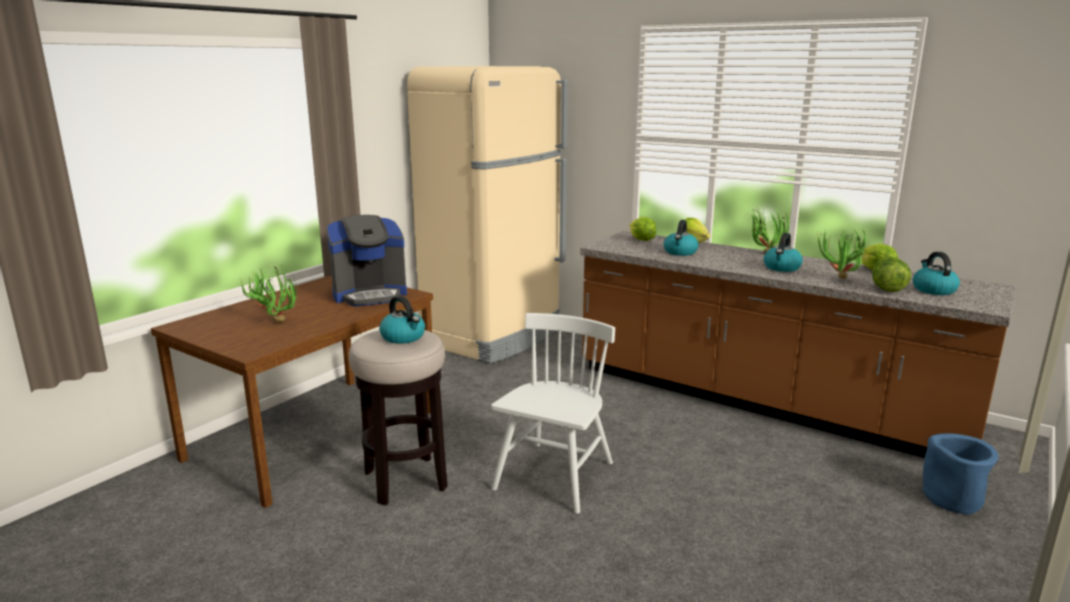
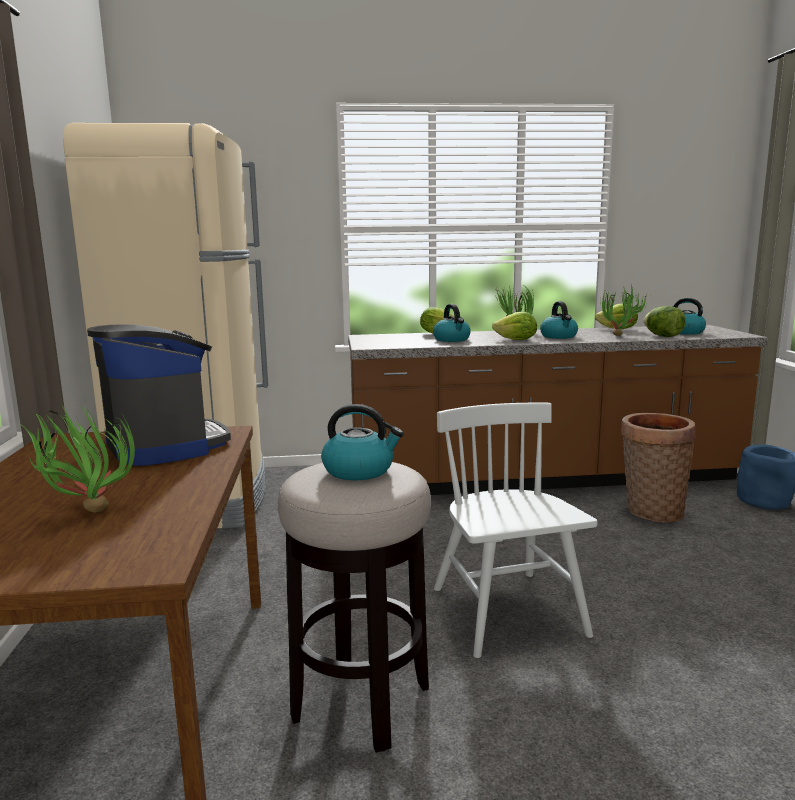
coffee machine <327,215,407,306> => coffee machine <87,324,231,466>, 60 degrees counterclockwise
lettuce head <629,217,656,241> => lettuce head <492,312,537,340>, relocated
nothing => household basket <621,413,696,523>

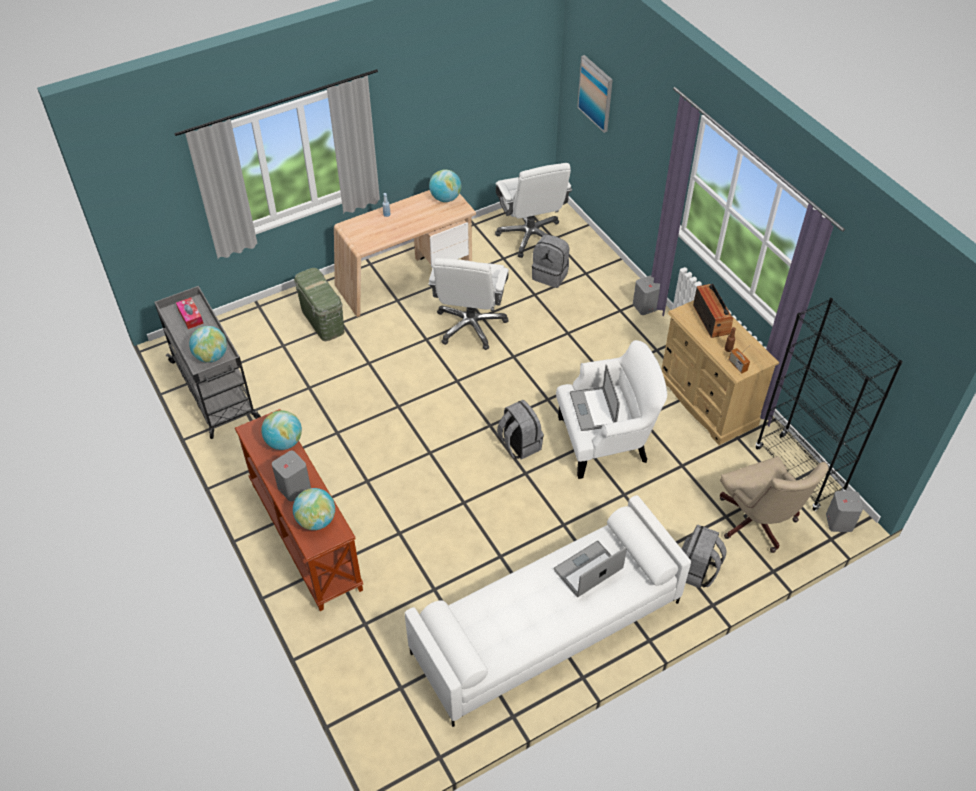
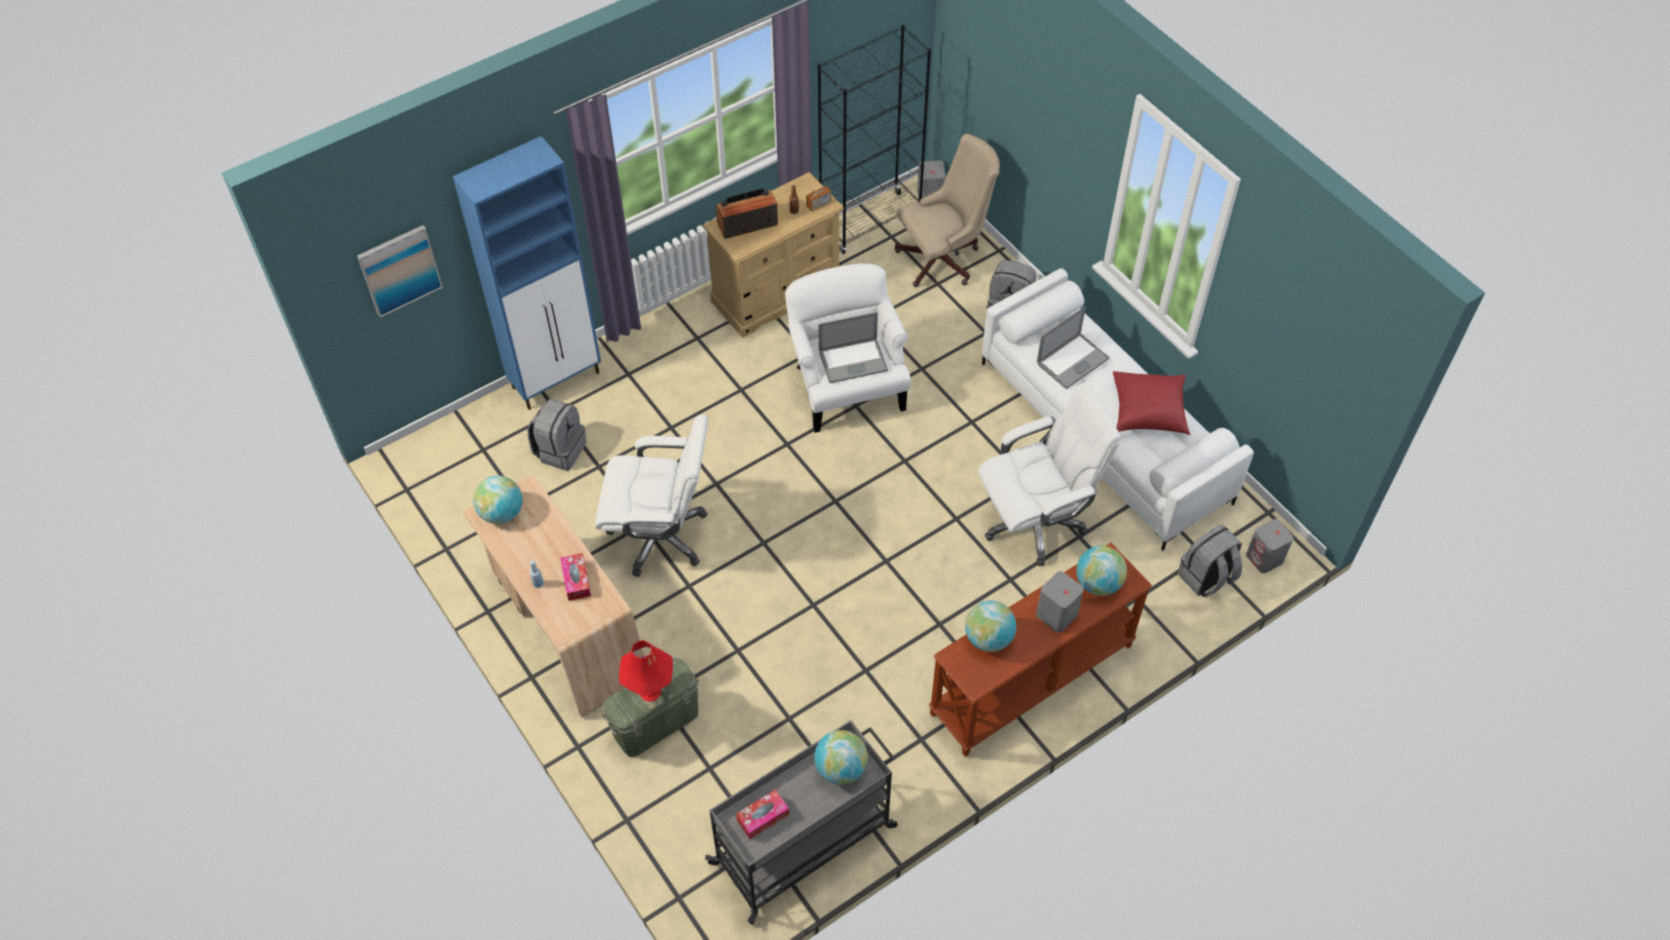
white-coloured computer chair <495,163,572,258> => white-coloured computer chair <978,383,1121,566>, relocated
gray backpack <497,400,544,459> => gray backpack <1178,525,1242,598>, relocated
notebook computer <553,540,627,597> => notebook computer <1037,306,1109,389>, 90 degrees counterclockwise
gray loudspeaker <633,275,660,315> => gray loudspeaker <1246,519,1294,573>, relocated
nothing => bluish cupboard <453,136,601,410>
nothing => tissue box <560,553,591,601>
nothing => red-coloured table lamp <619,640,673,702>
nothing => red-coloured cushion <1113,371,1190,435>

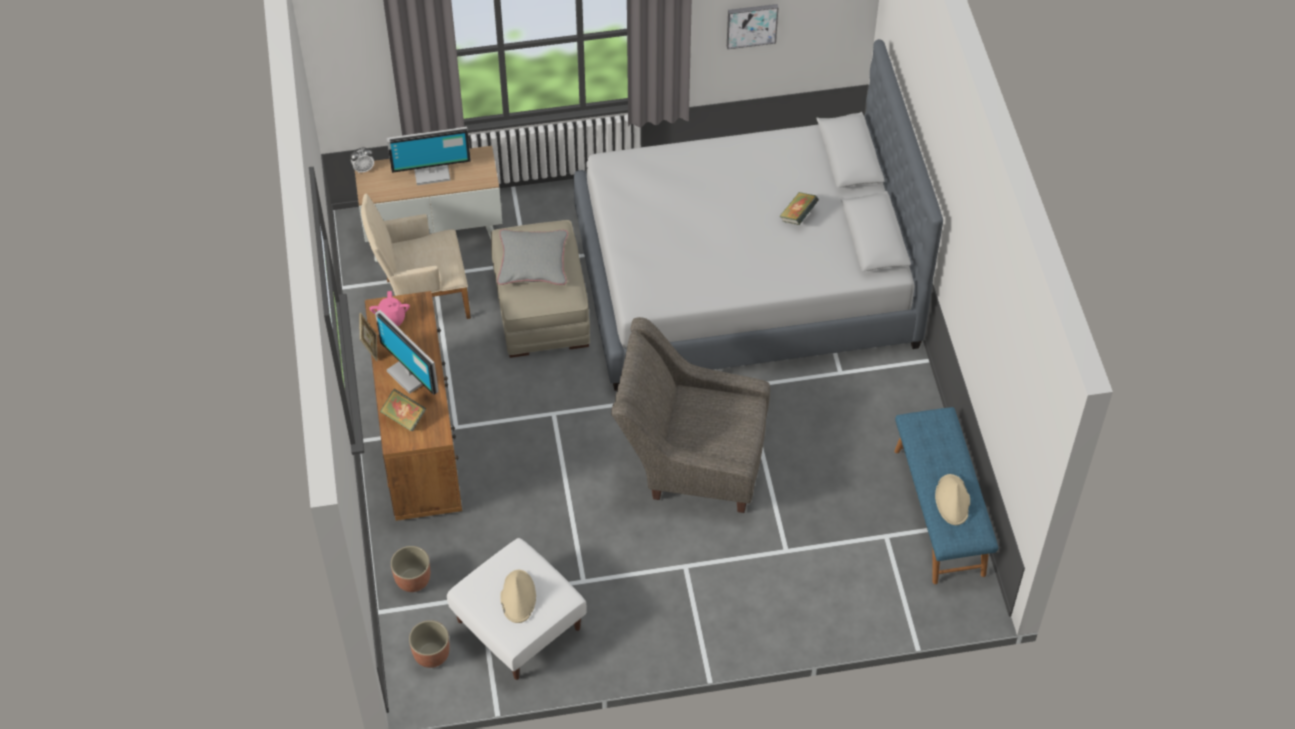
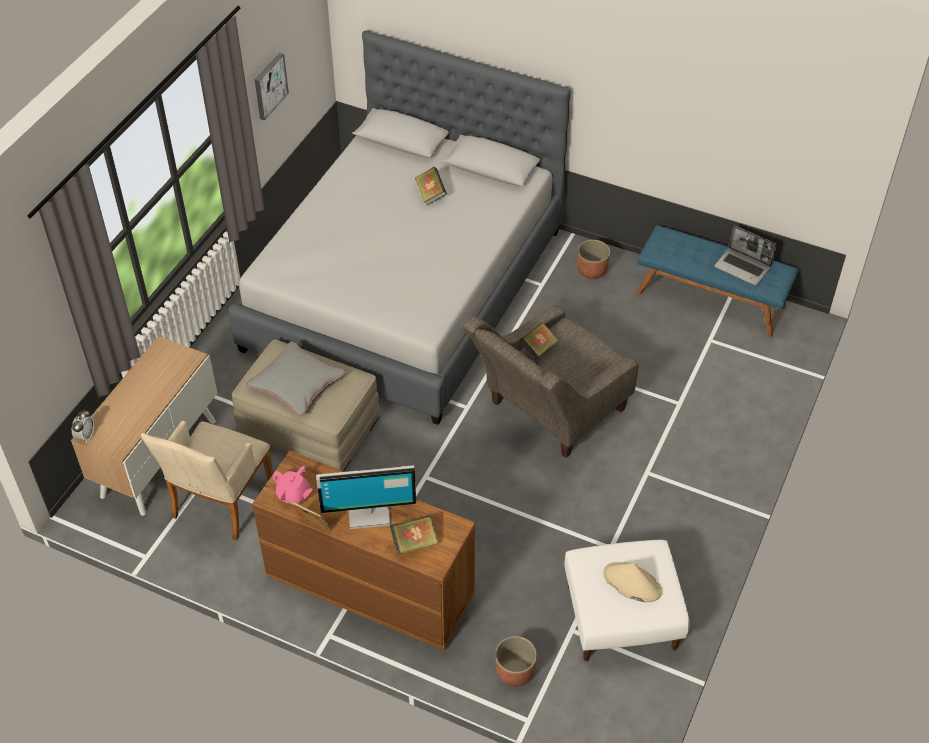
monitor <387,127,471,185> => nothing
planter <409,620,450,668> => planter <577,240,610,279>, relocated
beige wearable hat <935,474,970,525> => notebook computer <714,225,777,286>
nothing => book <519,322,559,360>

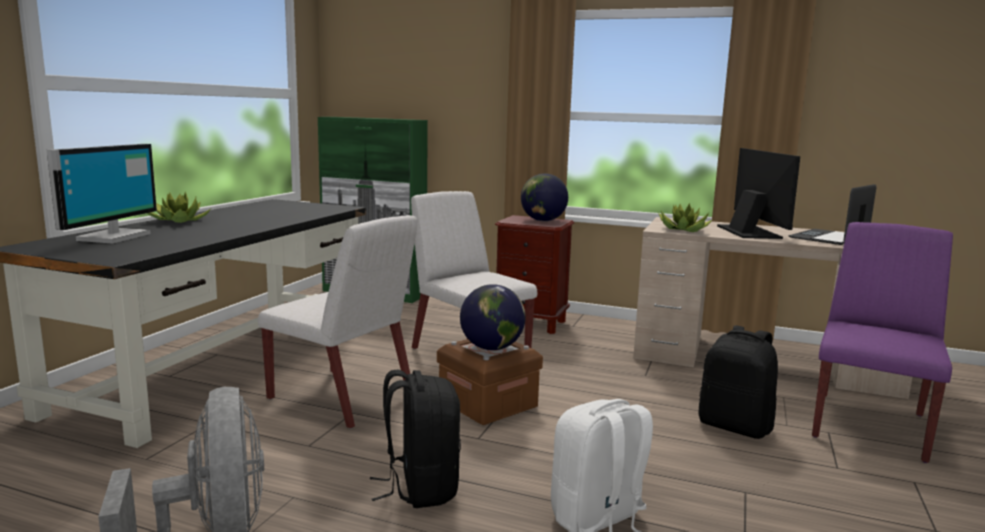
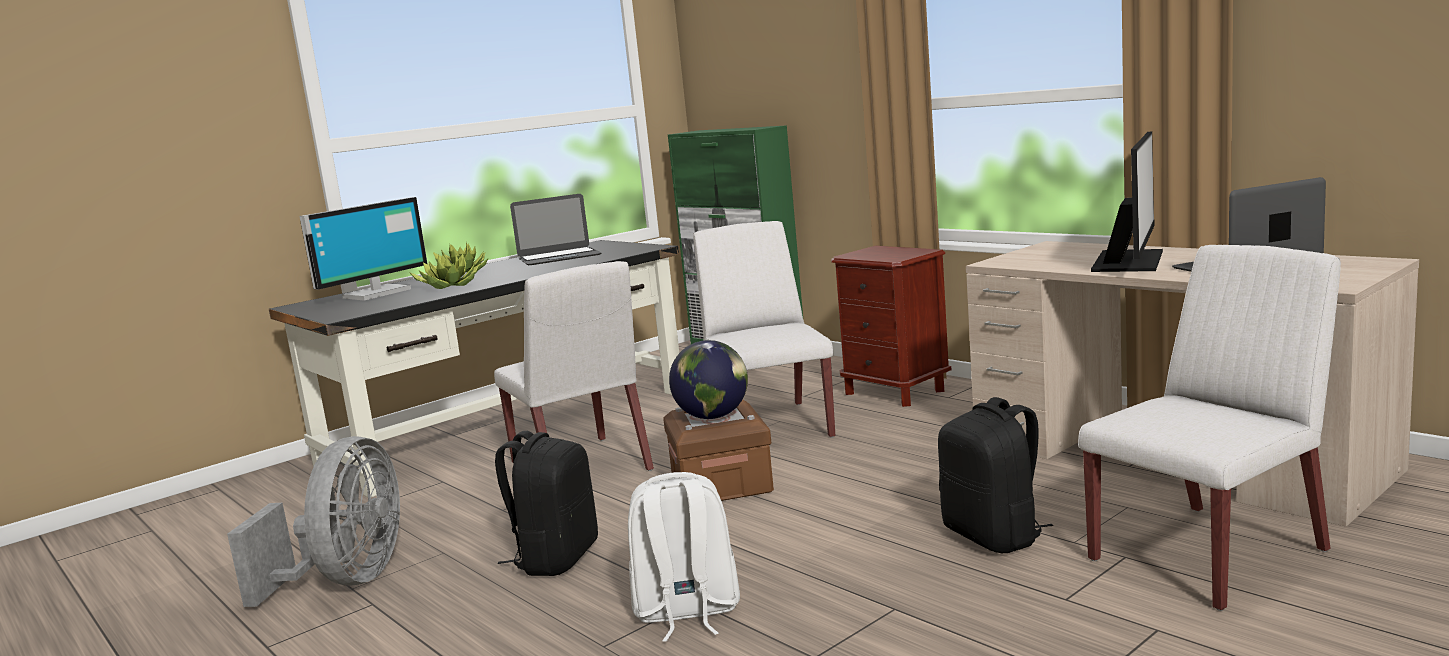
desk globe <521,174,568,221> => nothing
plant in a pot <658,203,712,232> => plant in a pot <409,252,479,289>, relocated
purplish plain chair <812,222,953,463> => white-coloured plain chair <1078,245,1341,611>
nothing => notebook computer <510,194,602,265>

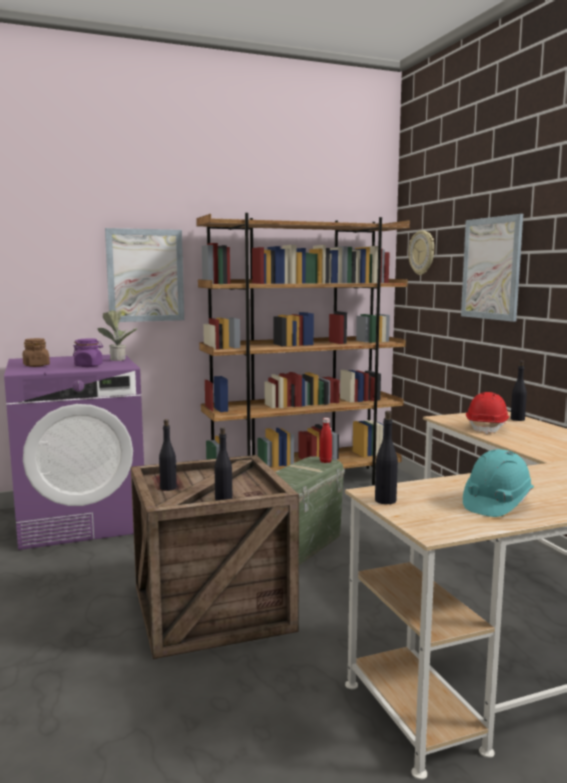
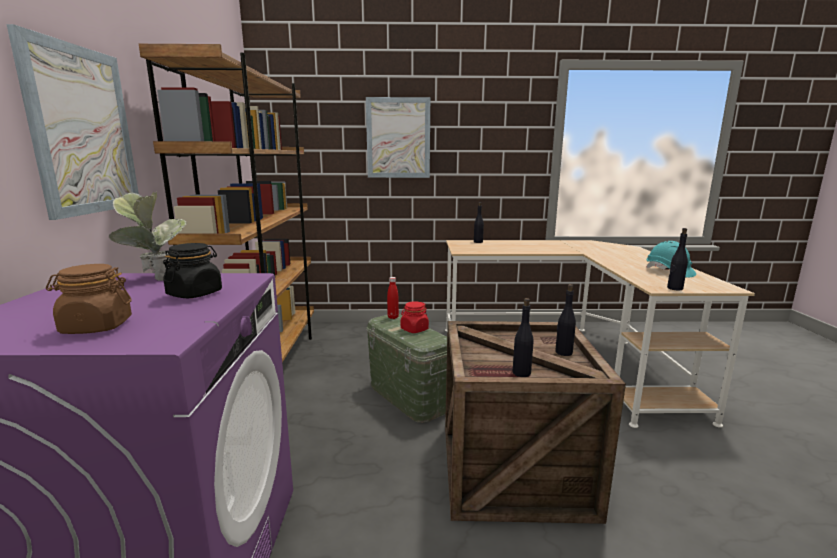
purplish preserve jar <73,338,103,367> => blackish preserve jar <163,243,222,298>
hanging clock <408,230,434,275> => nothing
red-coloured work helmet <466,392,509,434> => nothing
nothing => red-coloured preserve jar <401,301,429,333>

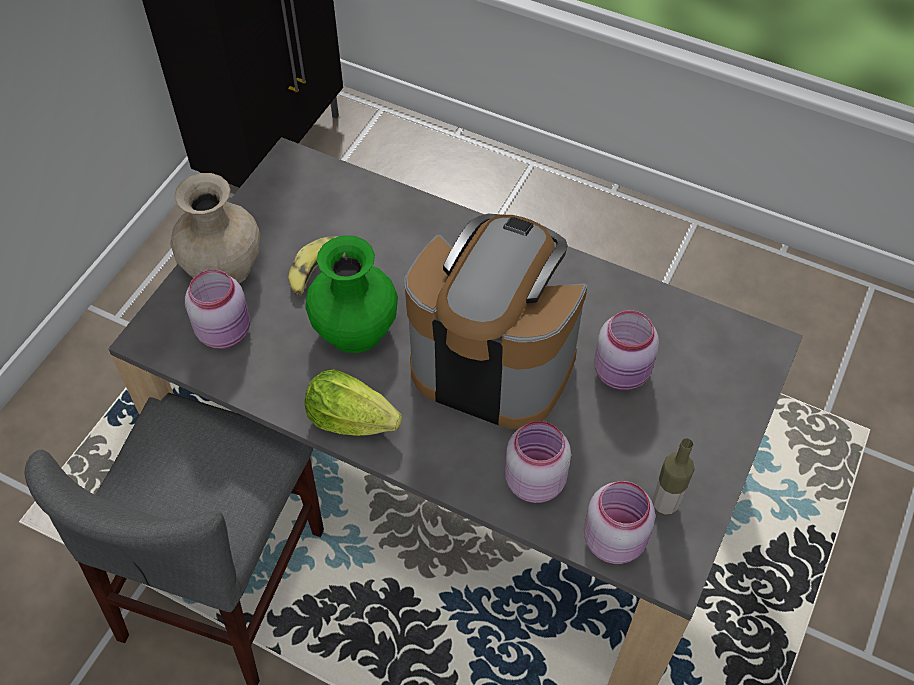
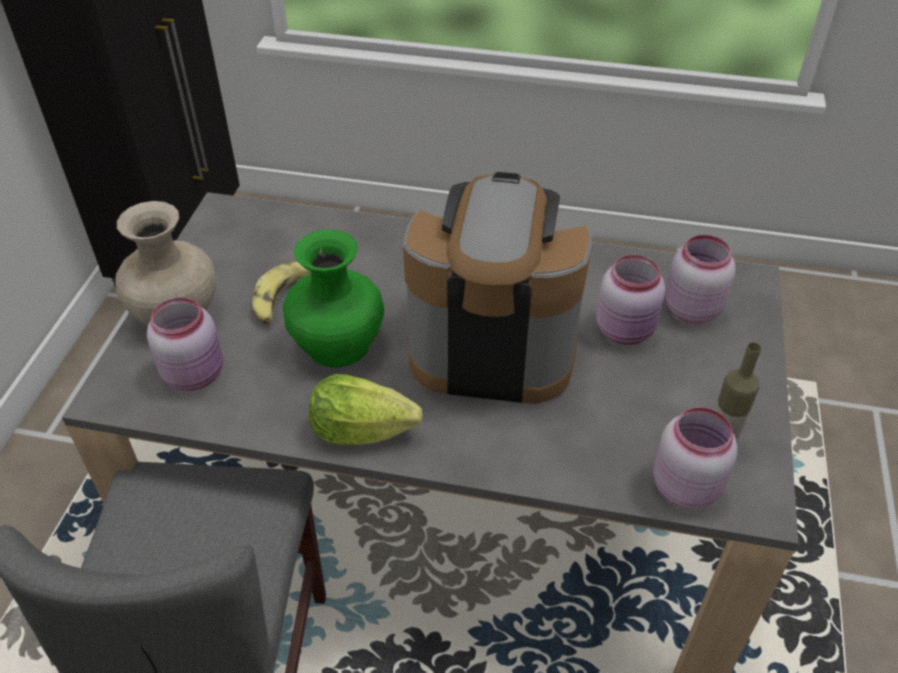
pink preserve jar <505,421,571,503> => pink preserve jar <665,235,735,324>, relocated

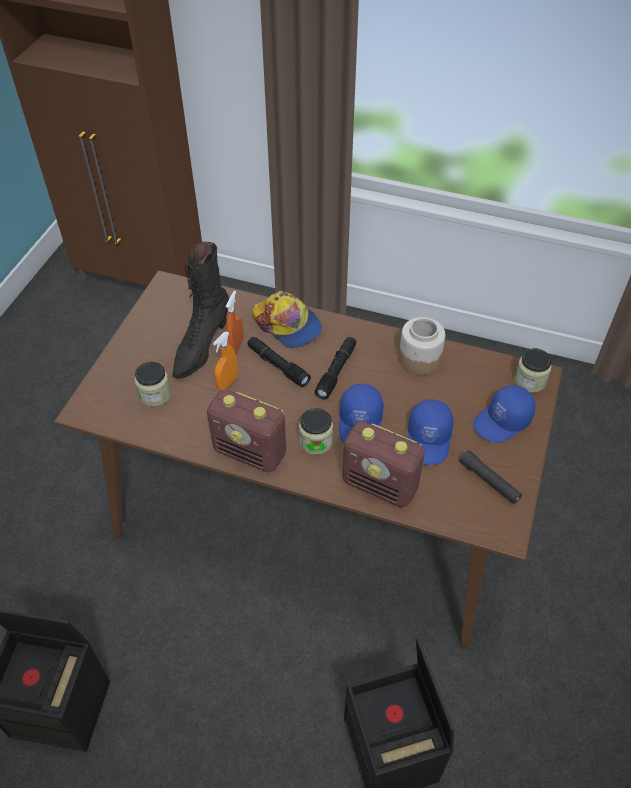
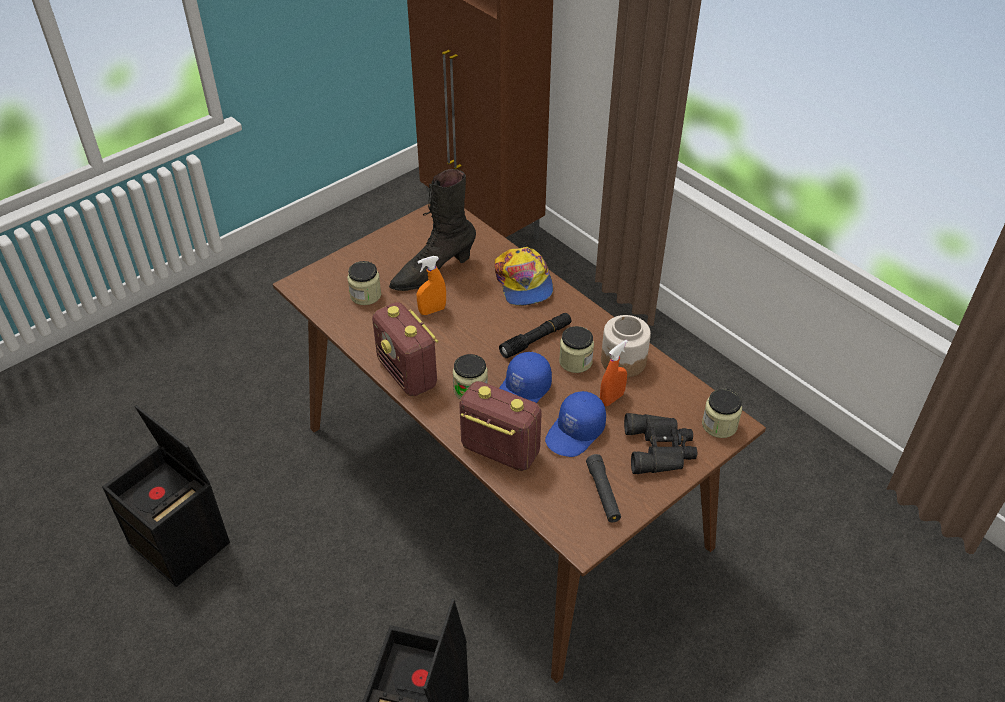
orange hand sprayer <226,291,243,354> => orange hand sprayer <600,340,628,406>, relocated
blackish flashlight <247,337,311,387> => nothing
radio set <342,421,425,507> => radio set <459,381,542,471>, 150 degrees clockwise
bluish cap <473,385,535,443> => blackish field glasses <624,413,697,474>
nothing => preserve jar <559,326,594,373>

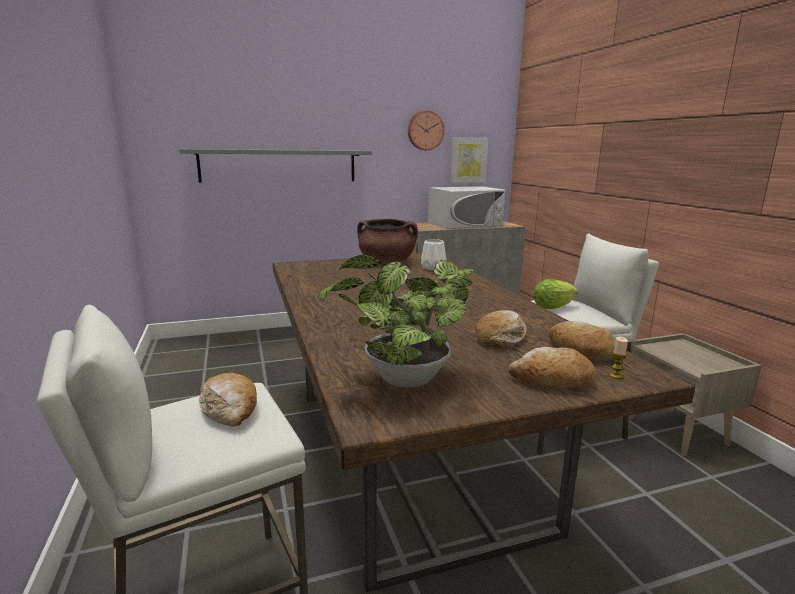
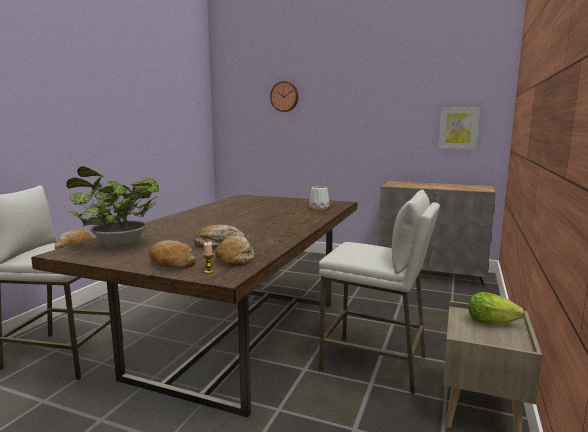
gray bracket shelf <179,149,372,183> => nothing
brownish saucepot <357,219,418,263> => nothing
hanging clock <408,110,445,150> => hanging clock <270,81,299,112>, relocated
white-coloured microwave oven <428,186,505,229> => nothing
lettuce head <533,280,578,309> => lettuce head <469,292,524,325>, relocated

